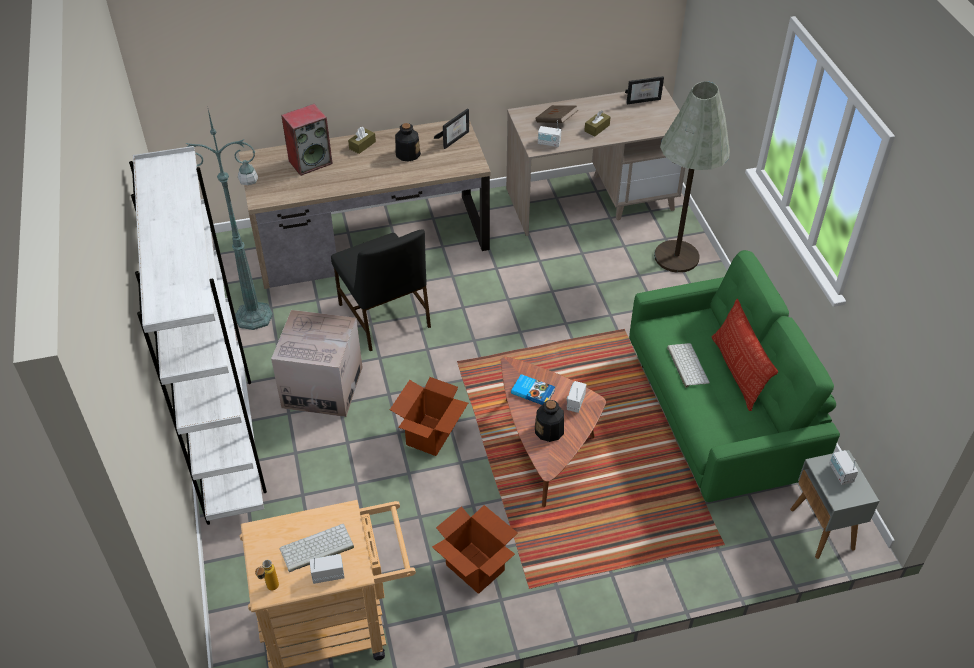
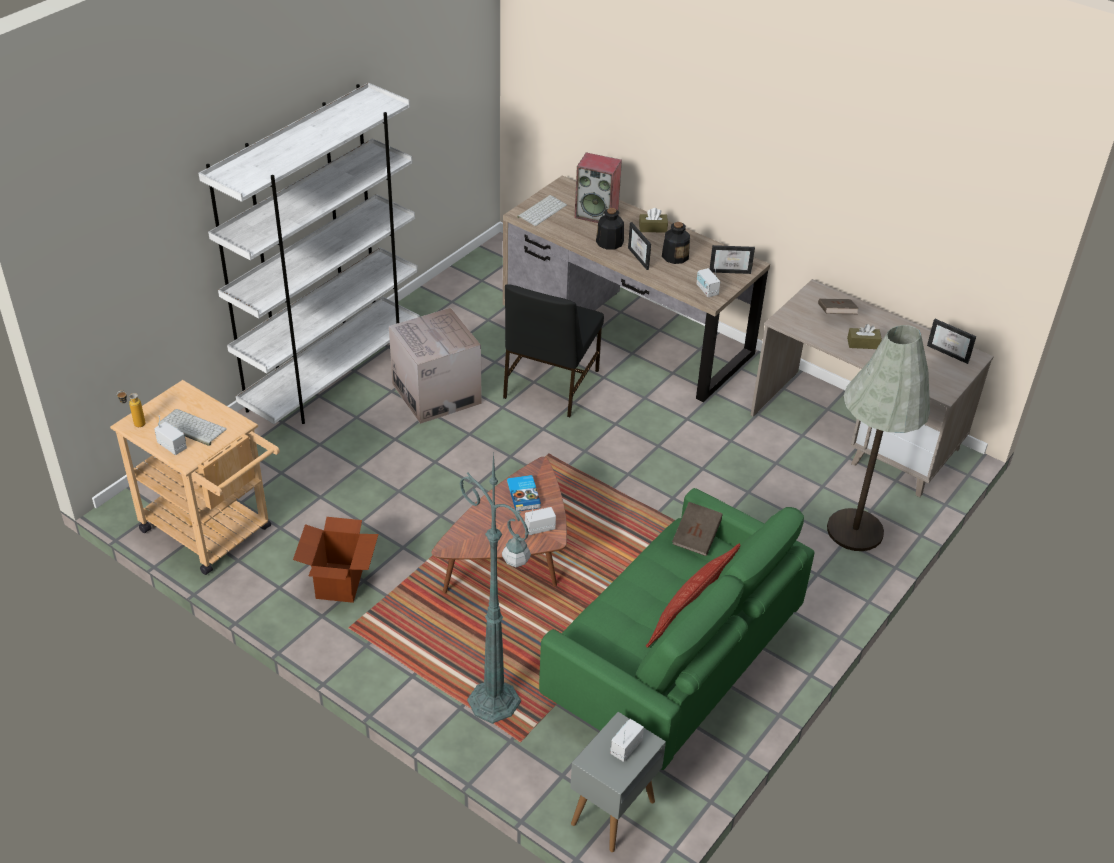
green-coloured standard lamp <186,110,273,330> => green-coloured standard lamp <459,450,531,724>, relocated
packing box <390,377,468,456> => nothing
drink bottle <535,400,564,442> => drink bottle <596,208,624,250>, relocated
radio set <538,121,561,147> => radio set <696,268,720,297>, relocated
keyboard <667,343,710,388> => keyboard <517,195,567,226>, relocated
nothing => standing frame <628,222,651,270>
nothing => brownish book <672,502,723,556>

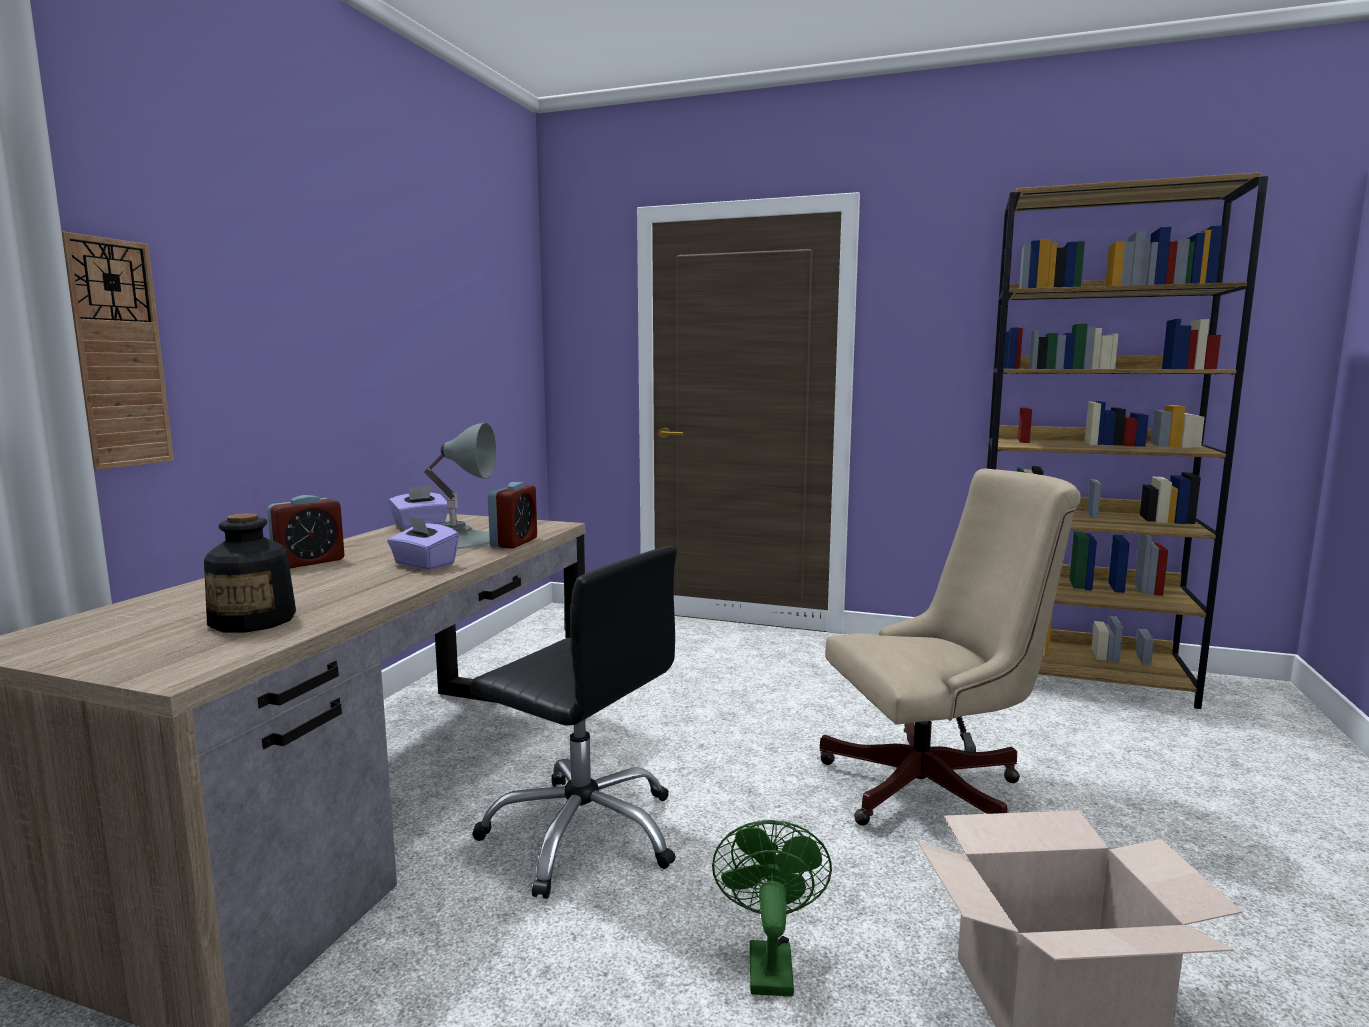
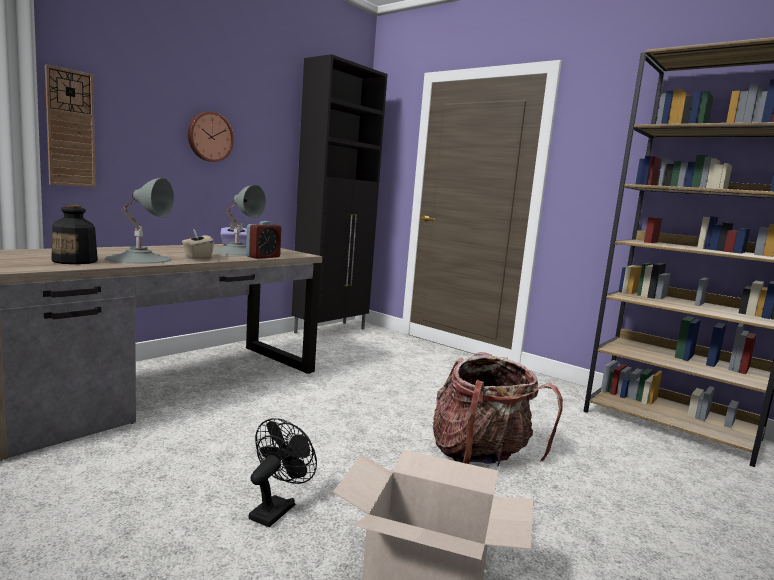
bedside clock <267,495,344,568> => nothing
purplish tissue box <387,515,459,571> => beige tissue box <182,229,214,259>
blackish computer chair <470,546,677,899> => nothing
green-coloured fan <712,820,832,997> => blackish fan <249,418,317,527>
beige computer chair <820,468,1081,826> => backpack <432,352,563,467>
nothing => gray table lamp <105,178,174,264>
nothing => hanging clock <188,112,234,162>
nothing => blackish cupboard <292,54,388,333>

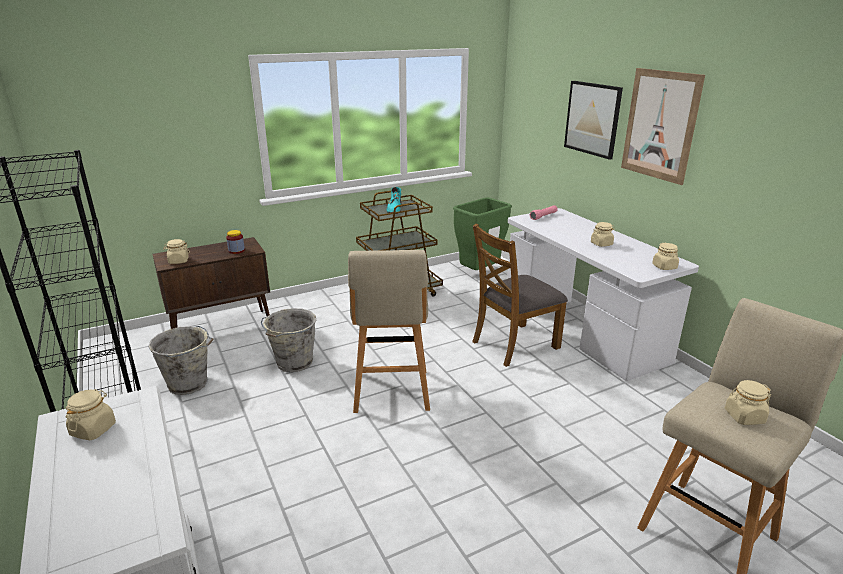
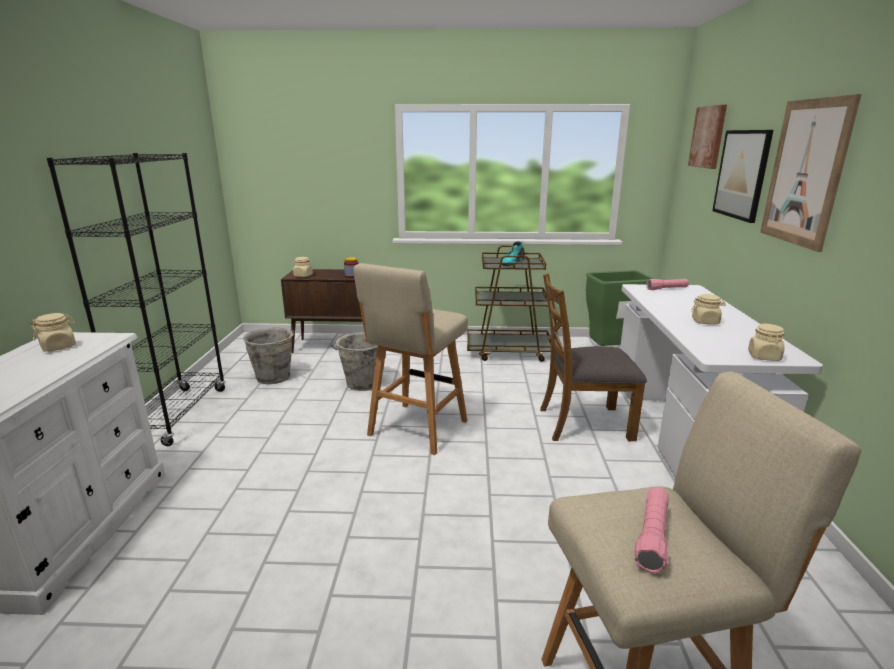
beige preserve jar <725,380,771,425> => pink flashlight <634,487,669,574>
nothing => wall art <688,105,727,169>

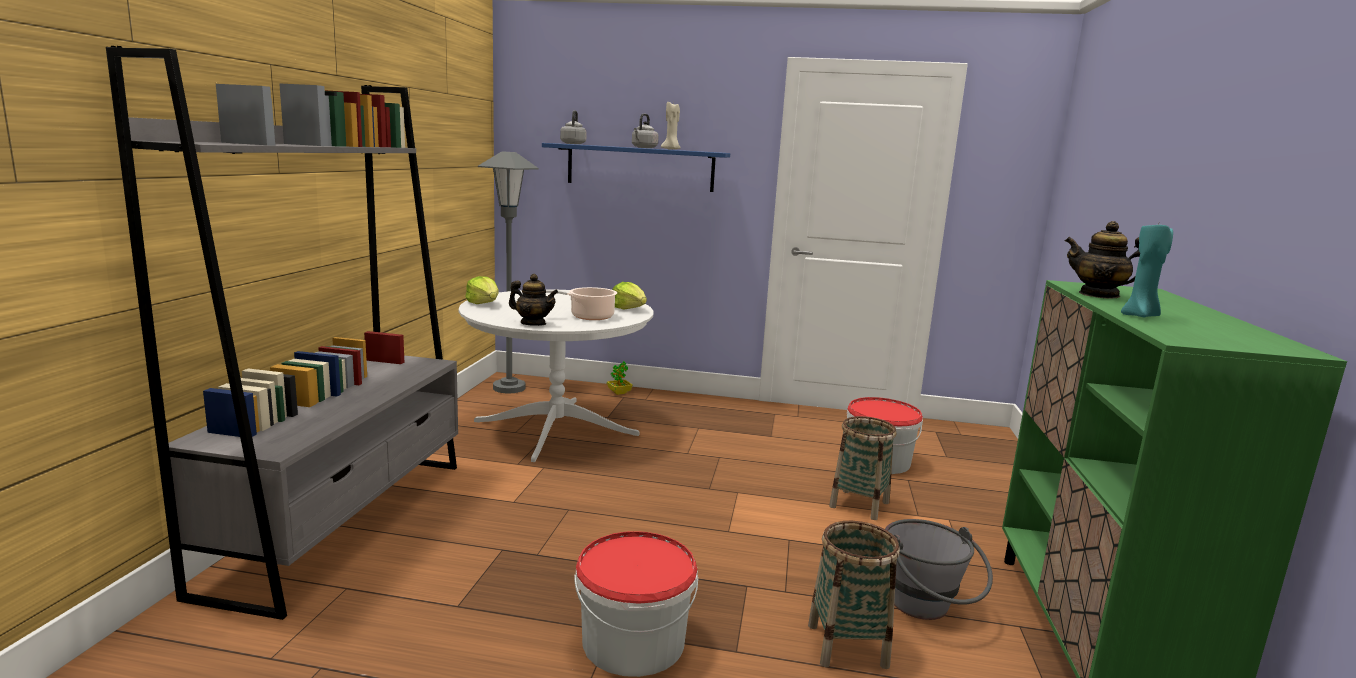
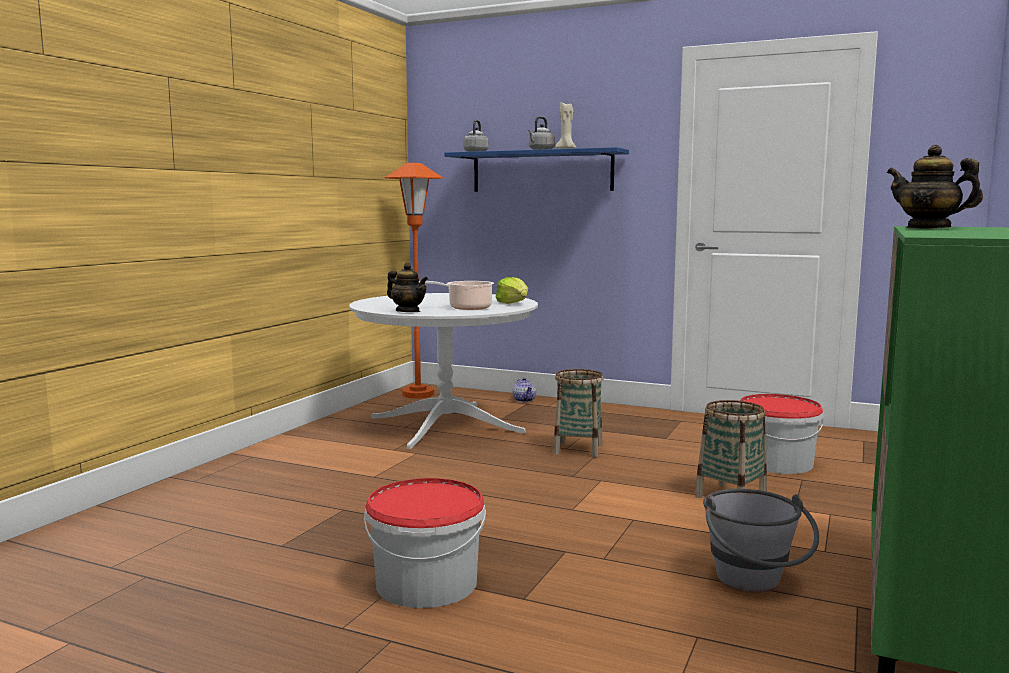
gray shelving unit <106,46,458,620> => nothing
lettuce head <465,276,499,304> => nothing
gray standard lamp <478,152,539,393> => orange standard lamp <385,163,443,399>
plant in a pot <607,361,633,395> => tea pot <512,378,536,402>
household basket <808,521,900,669> => household basket <553,369,604,457>, relocated
turquoise-coloured candle <1121,224,1173,317> => nothing

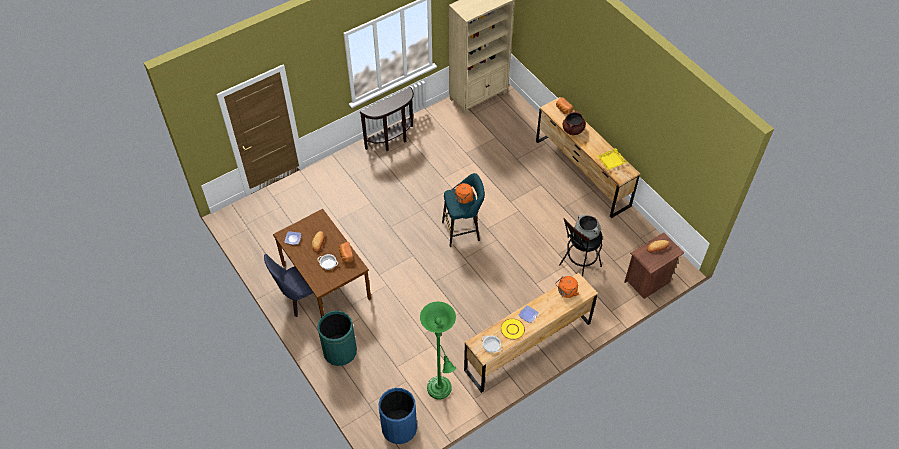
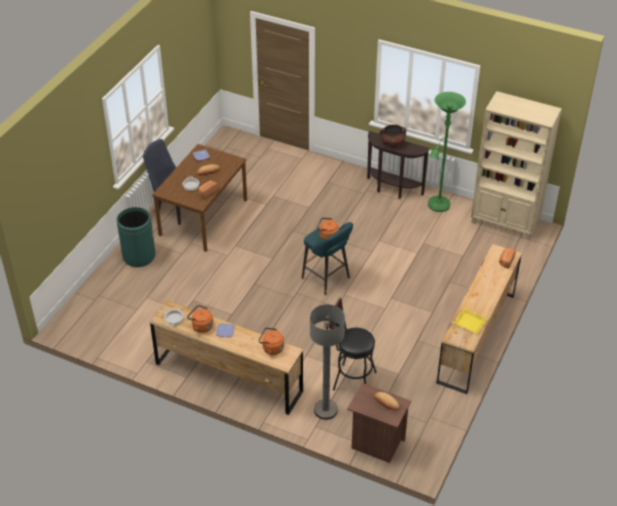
bluish trash can <378,388,417,444> => nothing
green-coloured standard lamp <420,302,456,399> => green-coloured standard lamp <428,92,466,212>, relocated
yellowish plate <501,318,525,340> => orange kettle <187,305,213,333>
brownish saucepot <563,111,586,135> => brownish saucepot <380,124,406,147>, relocated
gray saucepot <575,215,601,240> => nothing
nothing => gray standard lamp <310,304,345,420>

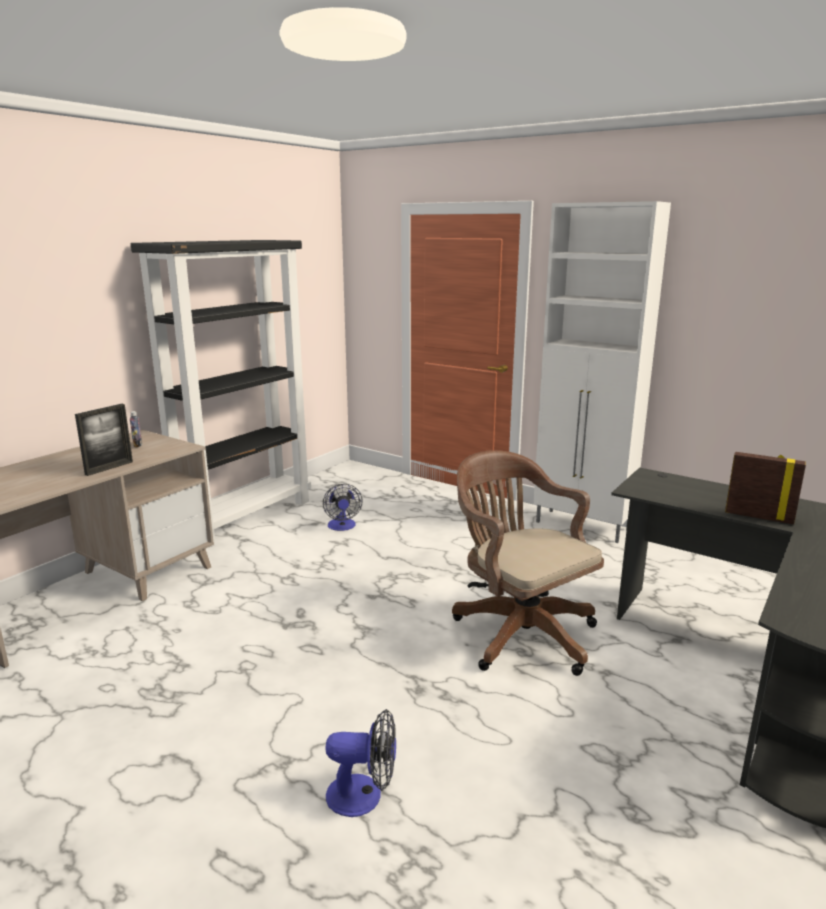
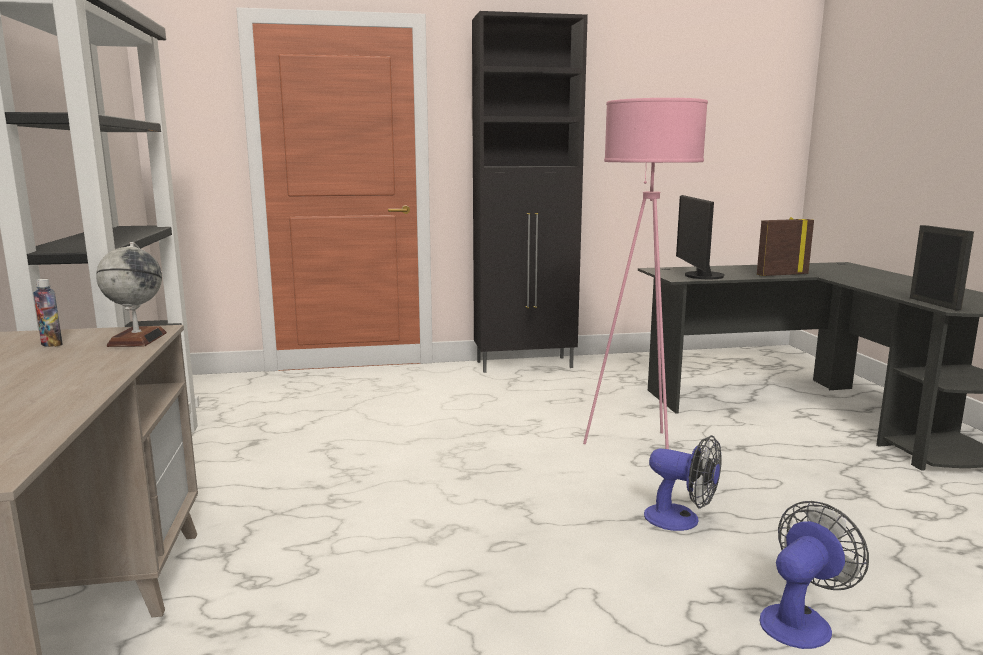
standing frame <75,404,133,476> => standing frame <910,225,974,310>, relocated
fan <323,484,363,531> => fan <644,435,722,531>, relocated
brownish computer chair <452,450,604,676> => pink standard lamp <583,98,708,449>
white-coloured cupboard <533,201,671,543> => blackish cupboard <472,11,588,373>
nothing => desk globe <96,242,167,347>
nothing => monitor <676,195,725,279>

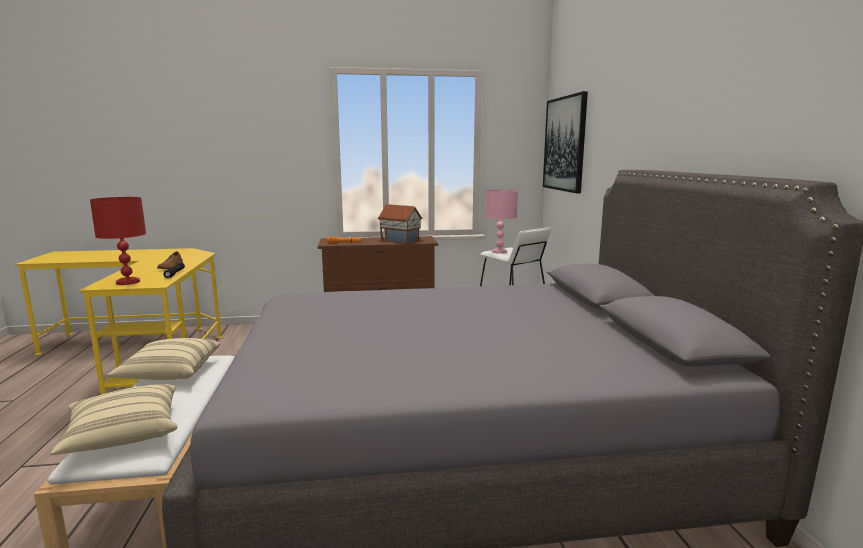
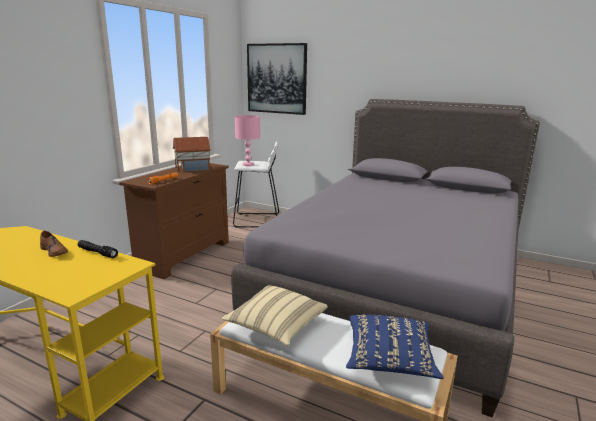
beige cushion <50,384,177,455> => bluish cushion <346,315,444,379>
red-coloured table lamp <90,197,146,285> => nothing

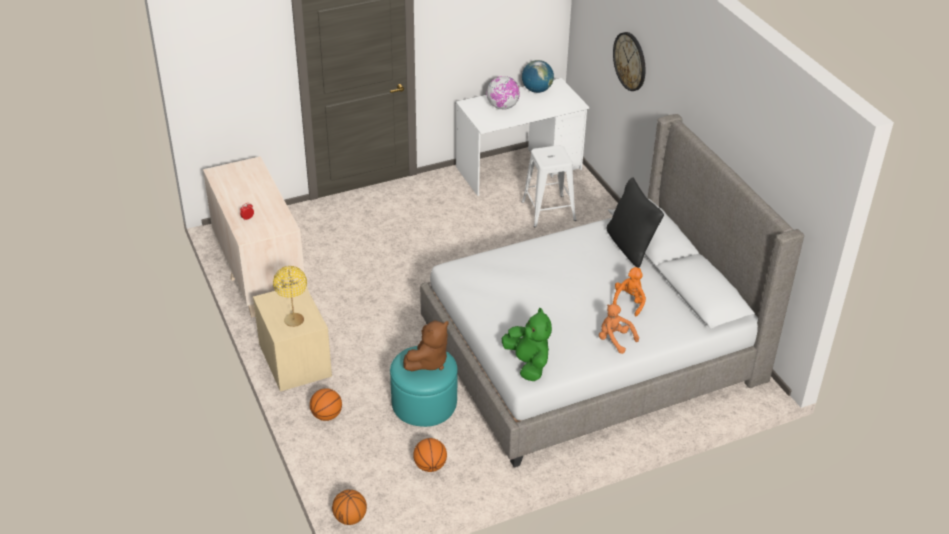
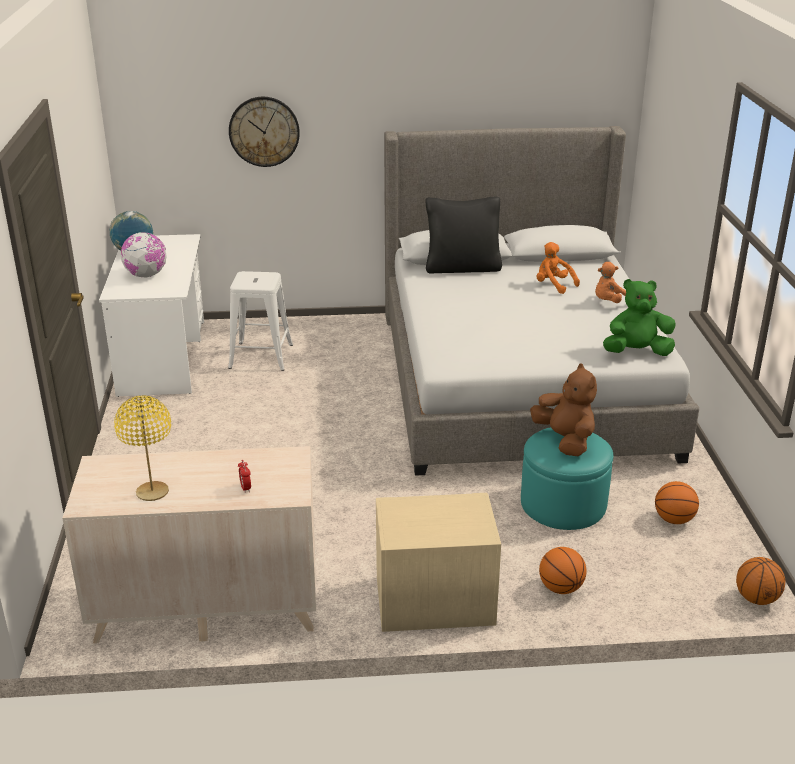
yellowish table lamp <273,266,307,327> => yellowish table lamp <114,396,171,501>, relocated

